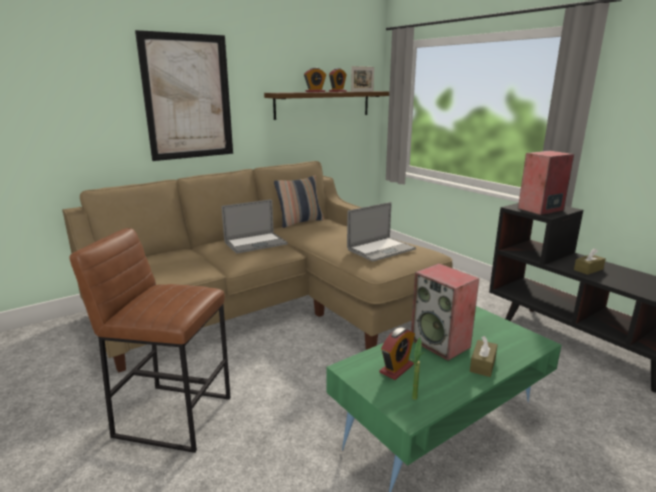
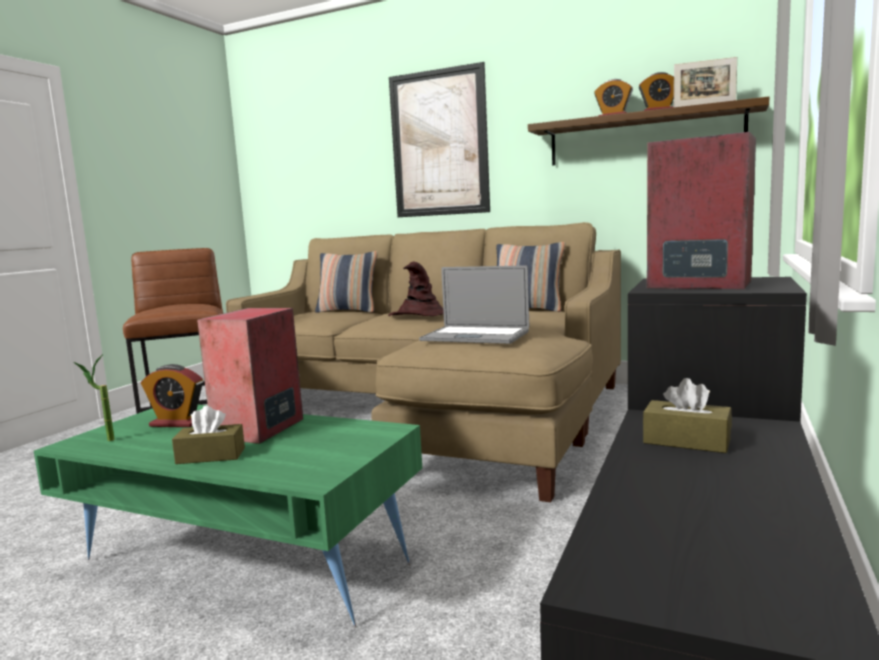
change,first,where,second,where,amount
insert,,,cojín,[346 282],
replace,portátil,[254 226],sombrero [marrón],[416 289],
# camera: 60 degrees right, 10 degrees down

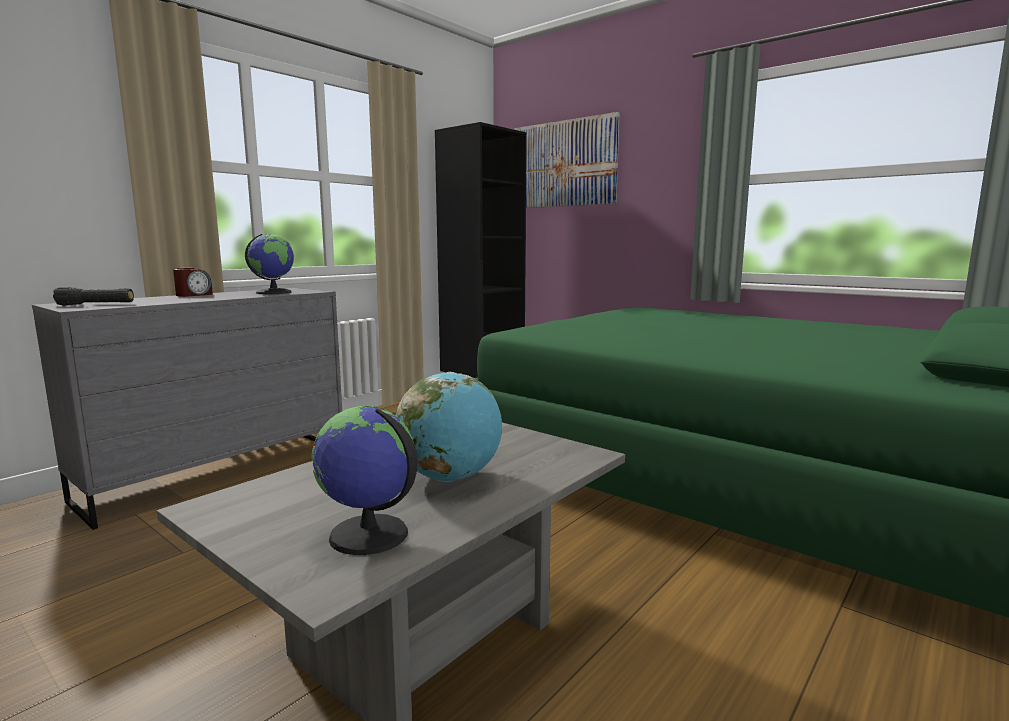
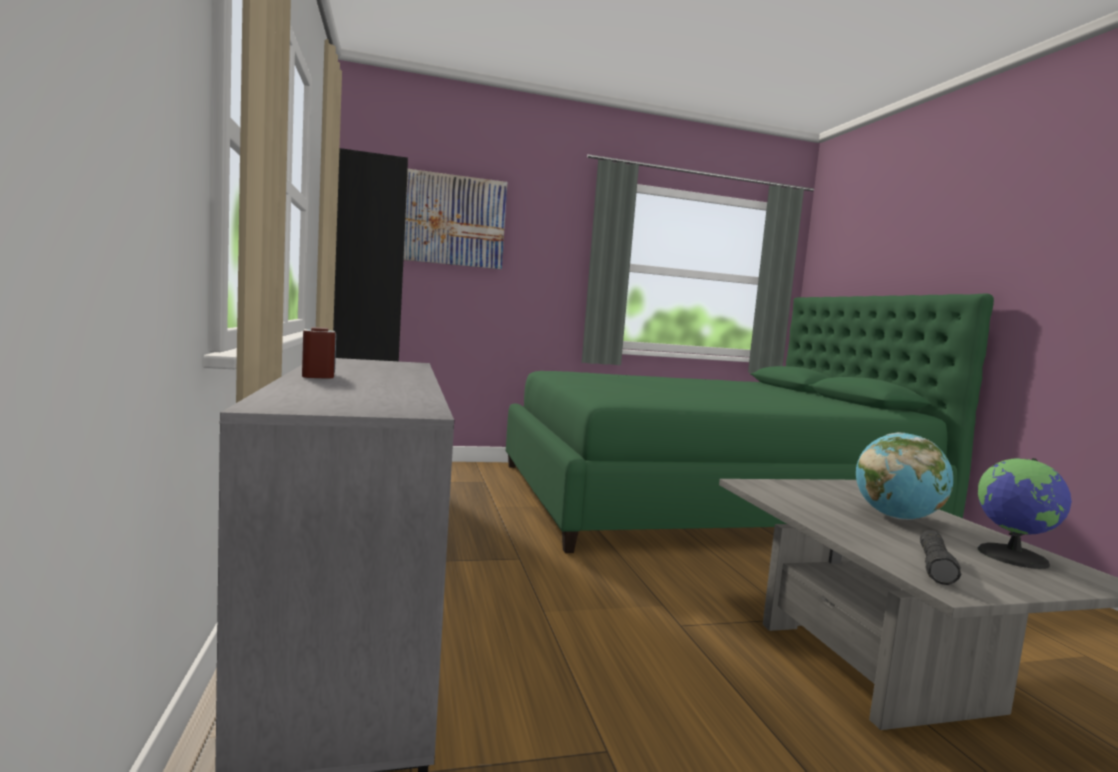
change,first,where,second,where,amount
move,linterna [negro],[93 296],,[940 557],
delete,globo terráqueo,[269 264],,,
# camera: 55 degrees left, 5 degrees down

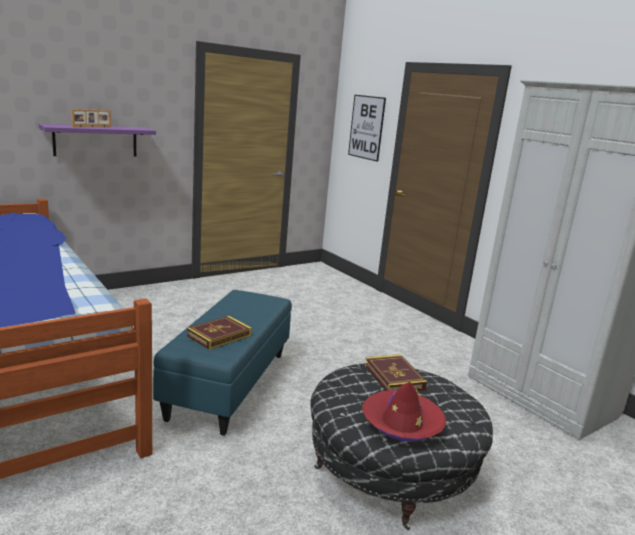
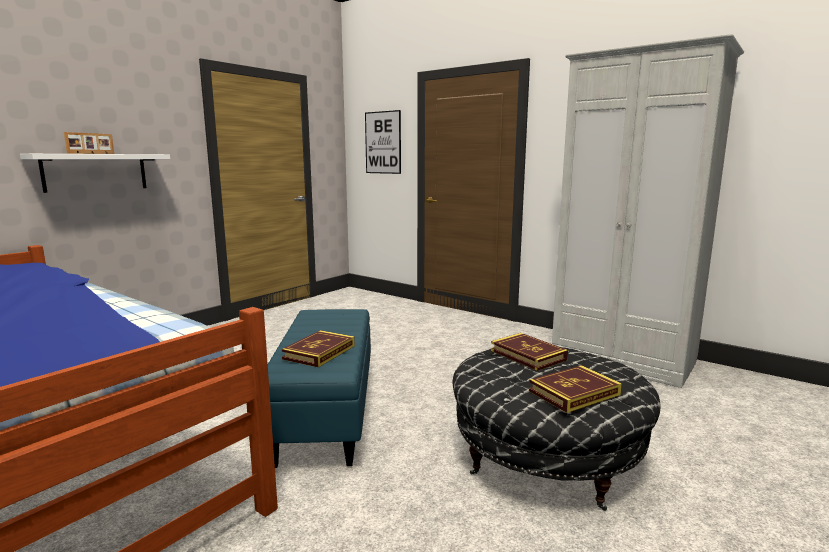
change,first,where,second,where,amount
recolor,estante [morado],[97 140],estante [blanco],[95 173],
replace,sombrero [rojo],[404 412],libro,[575 389],
# camera: 15 degrees left, 5 degrees down

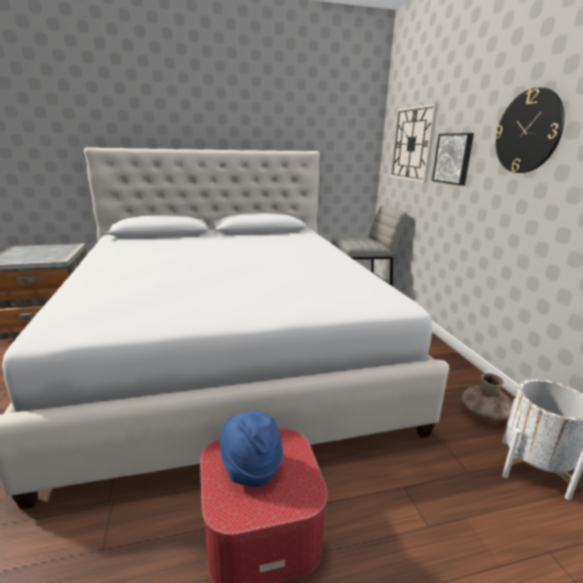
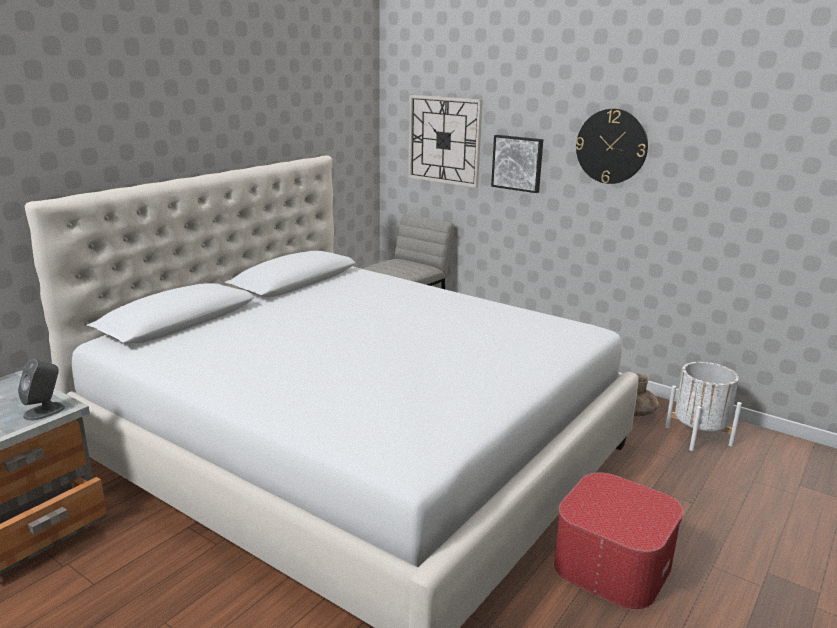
change,first,where,second,where,amount
insert,,,altavoz [gris],[41 390],
delete,sombrero [azul],[251 449],,,
# camera: 40 degrees left, 0 degrees up

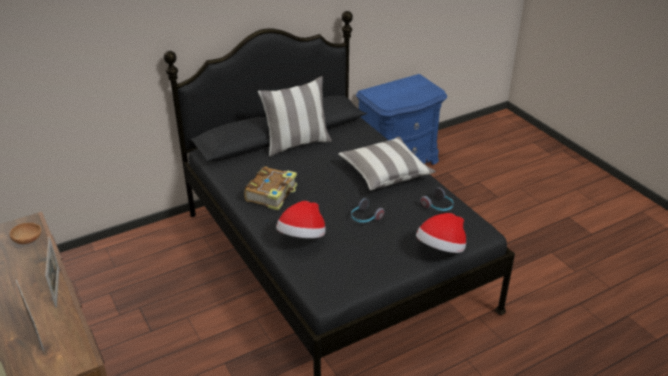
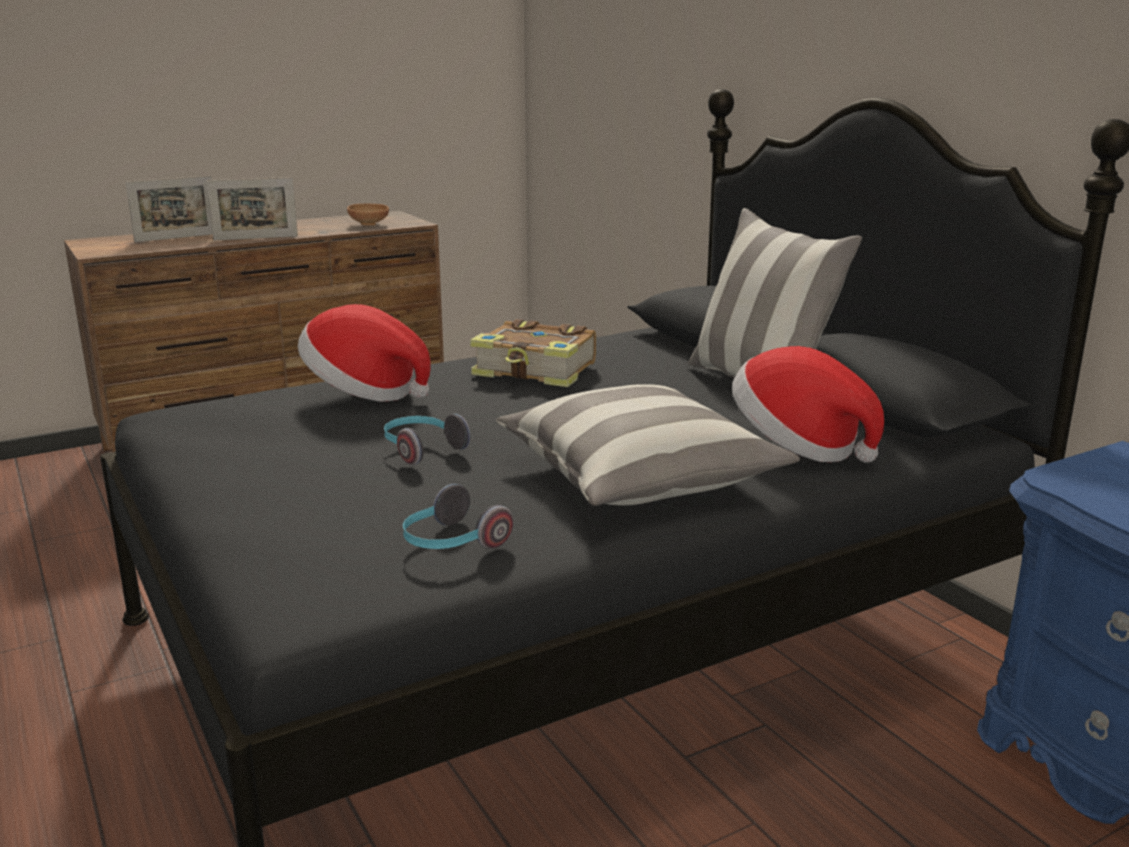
change,first,where,second,where,amount
move,sombrero,[441 233],,[808 404],
# camera: 90 degrees right, 15 degrees down

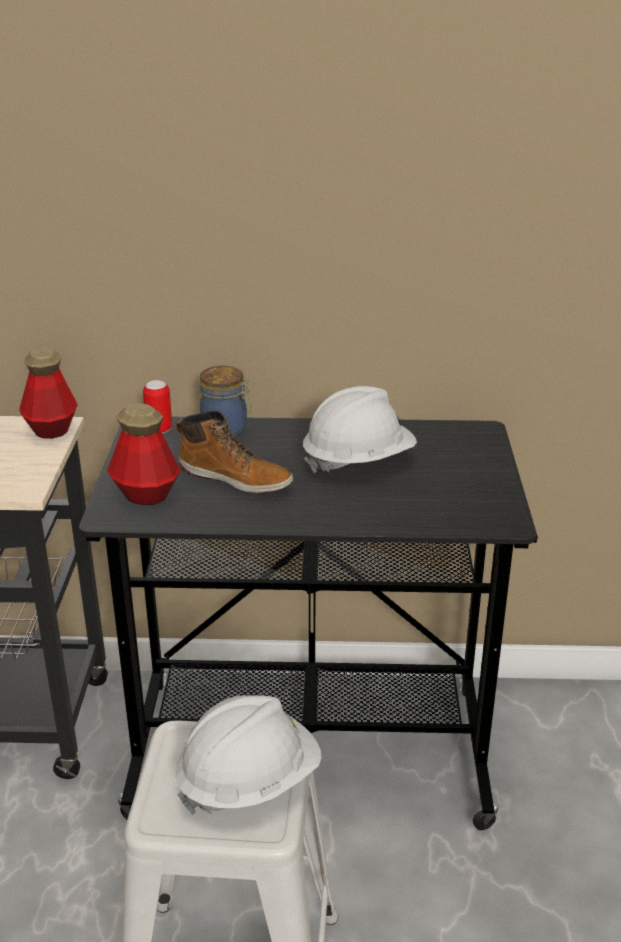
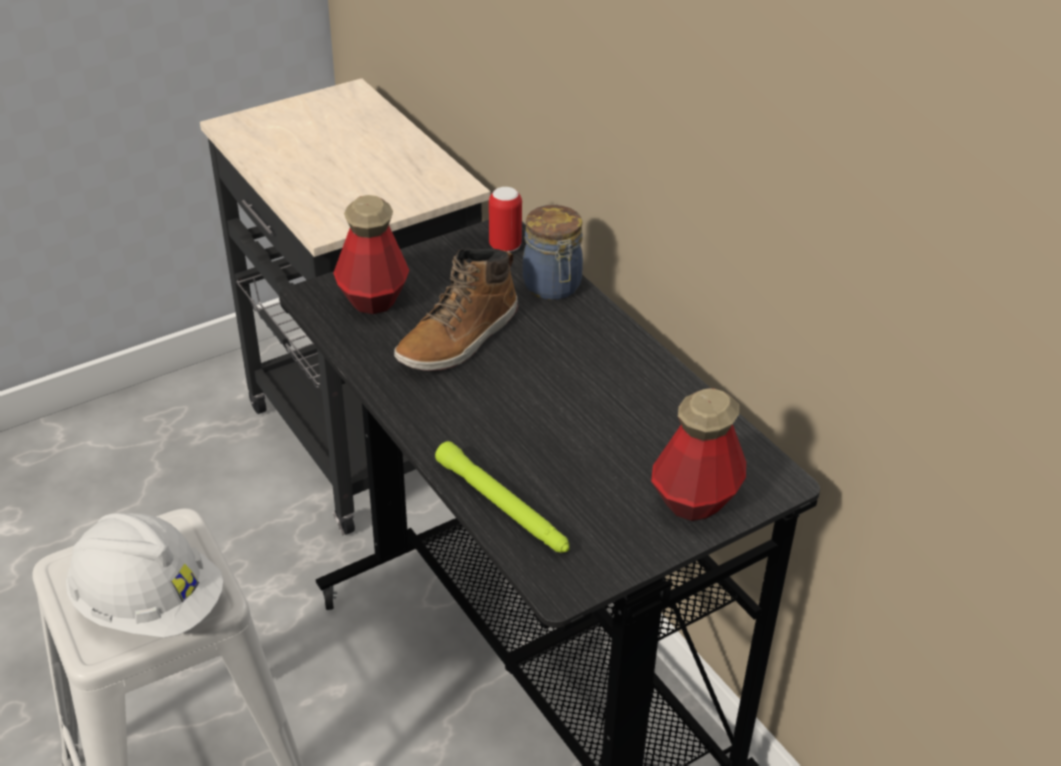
change,first,where,second,where,amount
rotate,bota,[234 452],,[456 310],45 degrees clockwise
insert,,,linterna [verde],[502 497],
move,botella,[48 393],,[698 454],
delete,casco [blanco],[360 430],,,
# camera: 55 degrees right, 10 degrees up

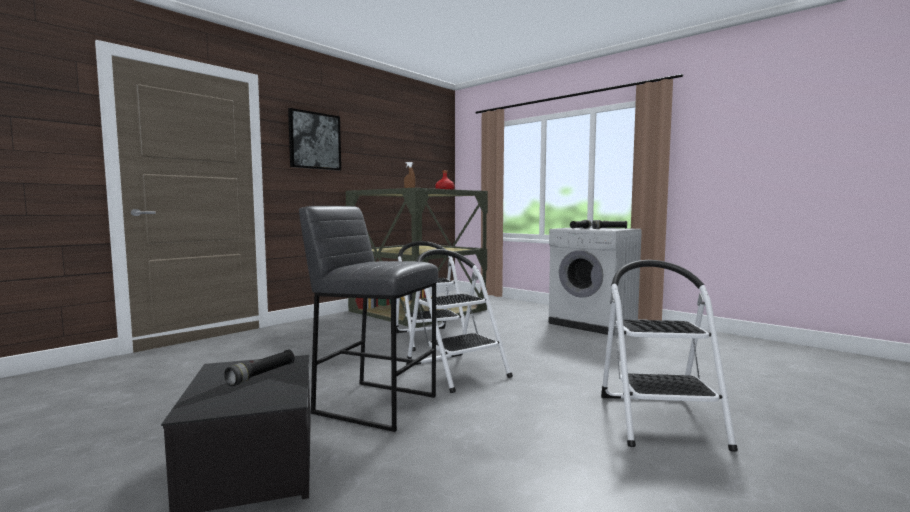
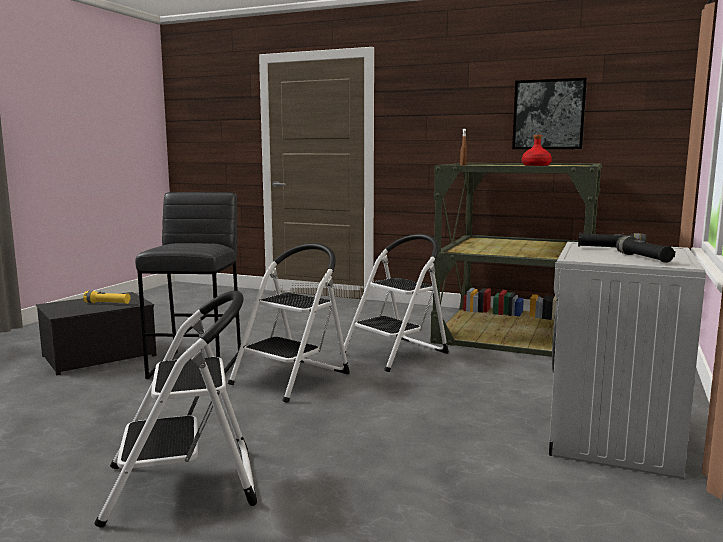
change,first,where,second,where,amount
recolor,linterna [negro],[259 367],linterna [amarillo],[107 297],
move,cuadro,[314 139],,[549 113],
# camera: 70 degrees right, 5 degrees up

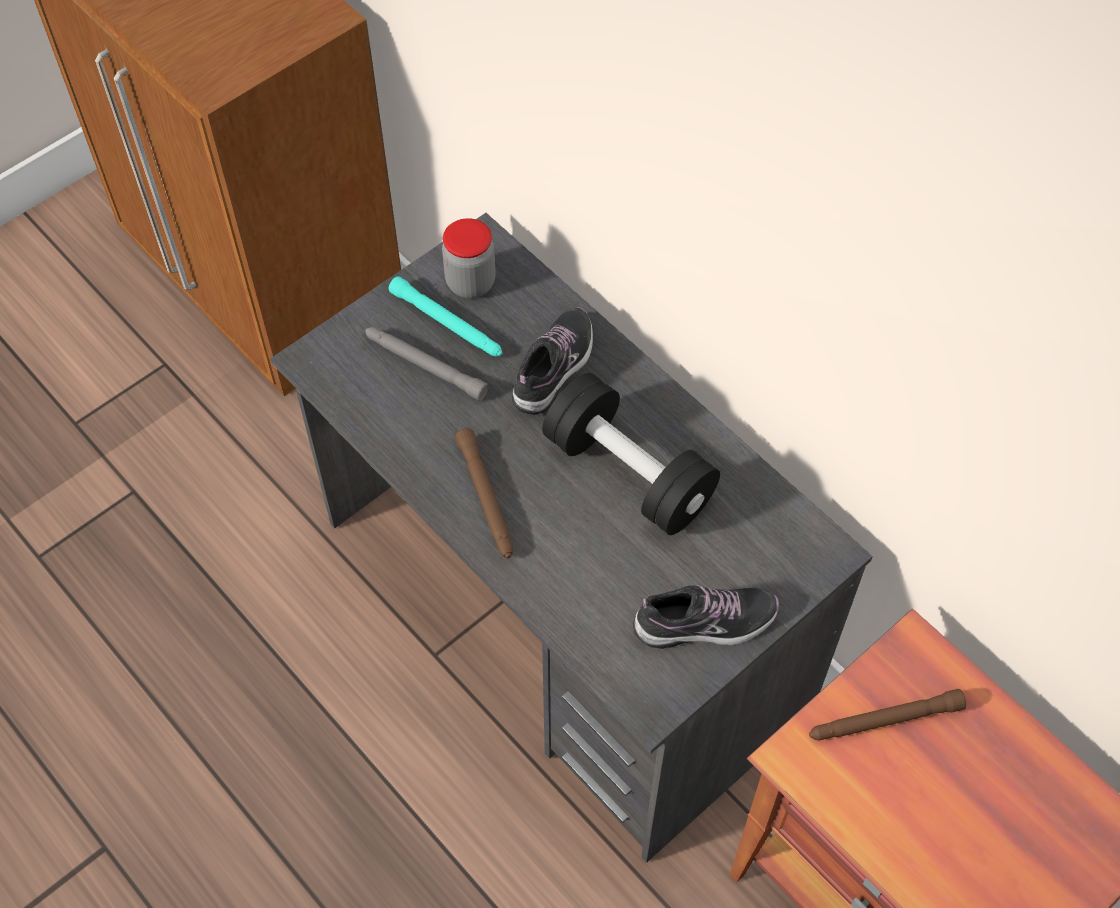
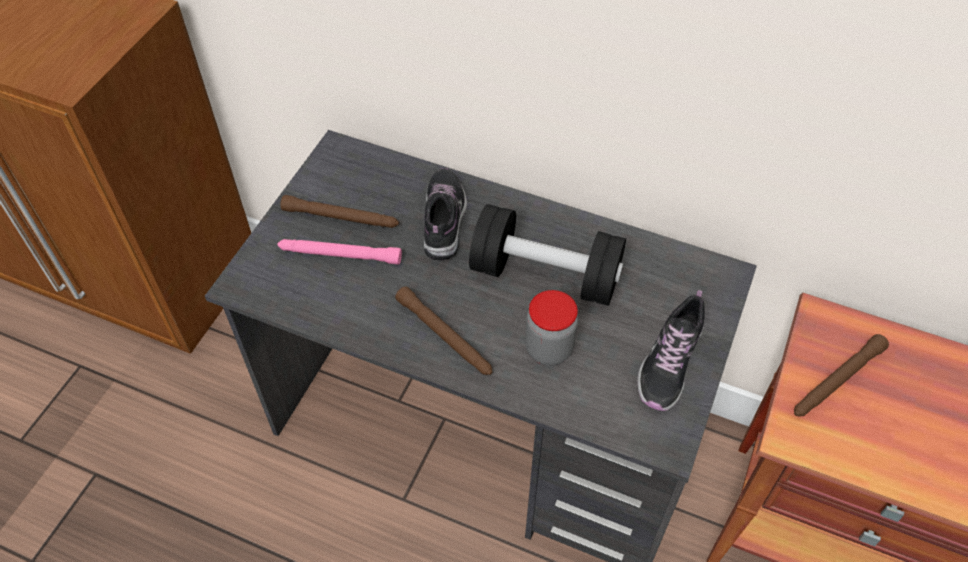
change,first,where,second,where,amount
recolor,linterna [gris],[427 363],linterna [rosa],[340 252],
recolor,linterna [turquesa],[445 316],linterna [marrón],[339 211],
move,tarro,[469 258],,[551 328],
rotate,zapato,[706 617],,[671 350],150 degrees clockwise
# camera: 25 degrees left, 5 degrees down

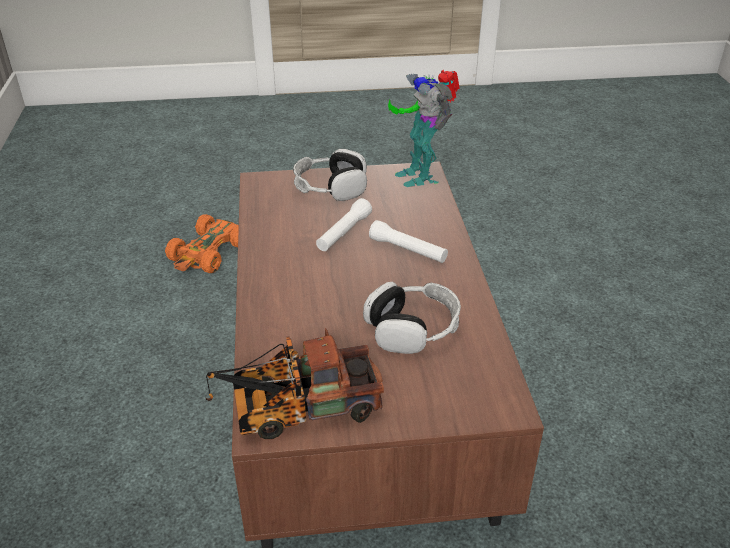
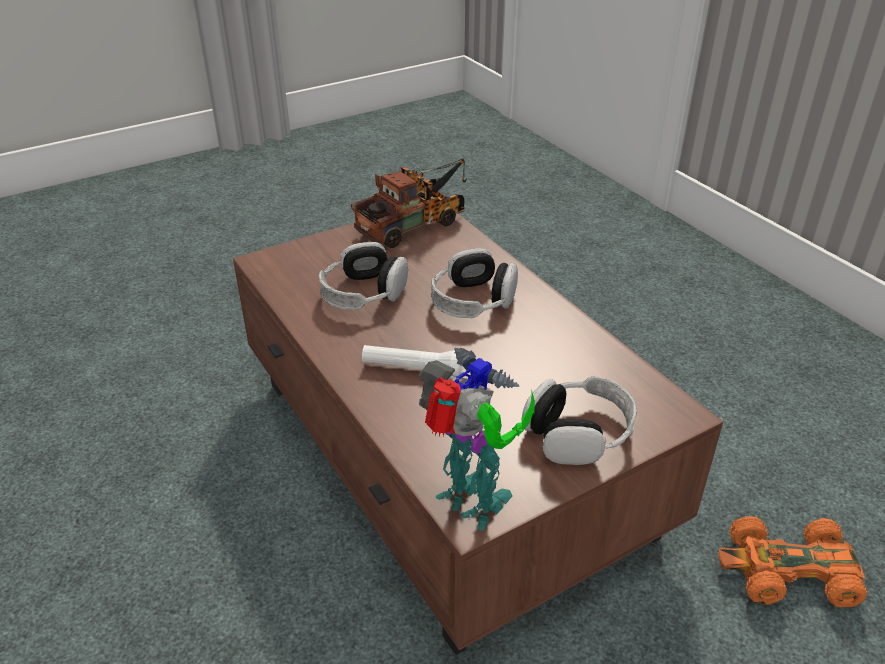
change,first,where,second,where,amount
insert,,,auriculares,[474 283],
rotate,coche de juguete [naranja],[202 243],,[792 561],90 degrees counterclockwise
delete,linterna [blanco],[344 224],,,
# camera: 155 degrees right, 0 degrees up

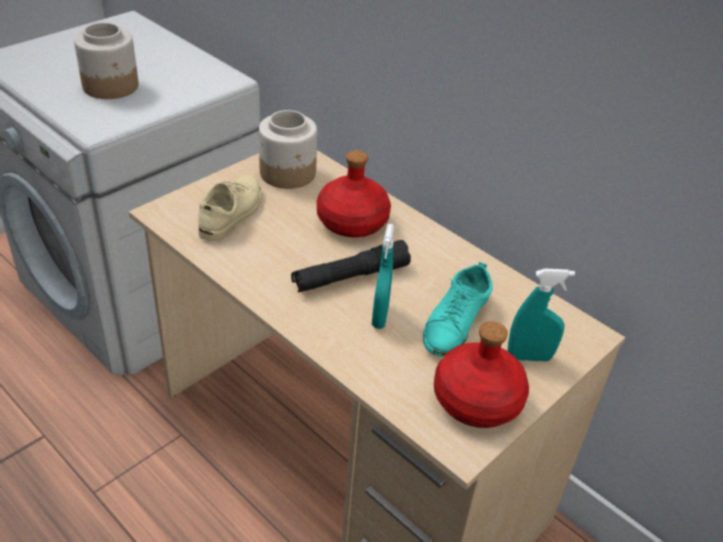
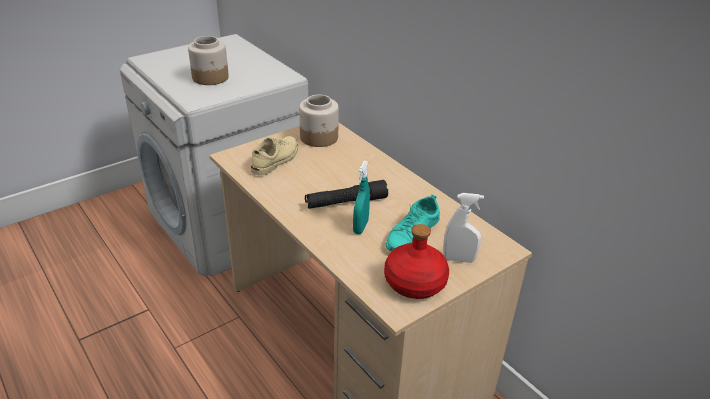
change,first,where,second,where,amount
recolor,pulverizador [turquesa],[541 315],pulverizador [blanco],[463 228],
delete,botella [rojo],[354 193],,,
# camera: 10 degrees right, 5 degrees down

